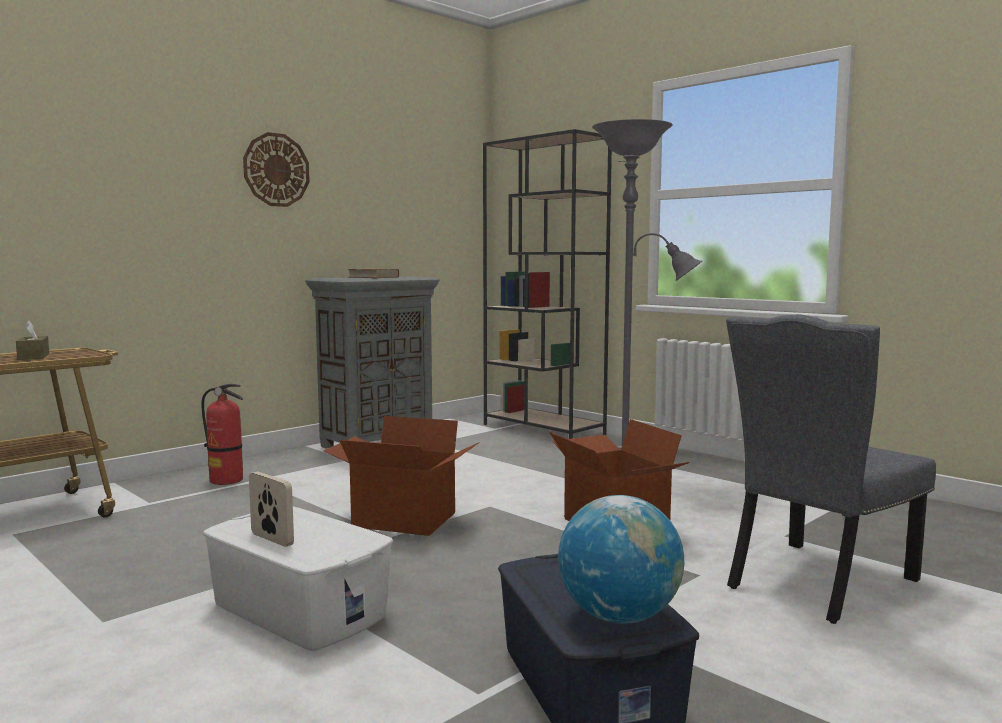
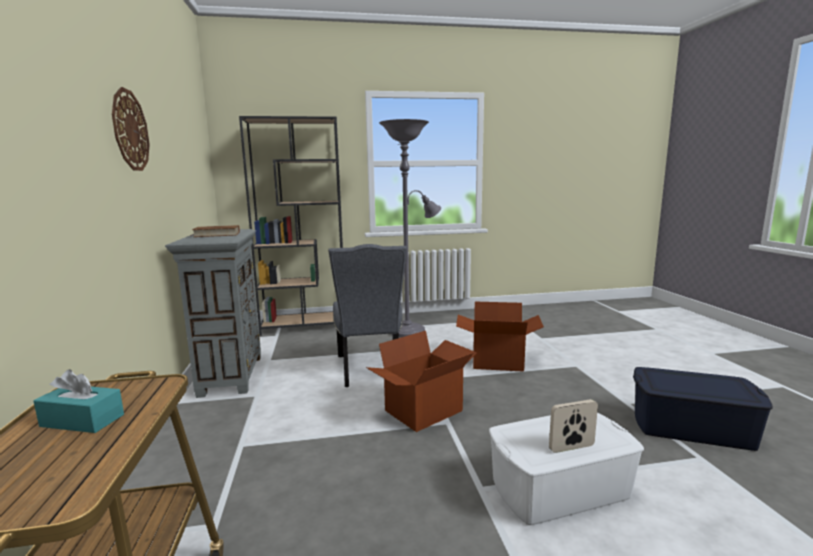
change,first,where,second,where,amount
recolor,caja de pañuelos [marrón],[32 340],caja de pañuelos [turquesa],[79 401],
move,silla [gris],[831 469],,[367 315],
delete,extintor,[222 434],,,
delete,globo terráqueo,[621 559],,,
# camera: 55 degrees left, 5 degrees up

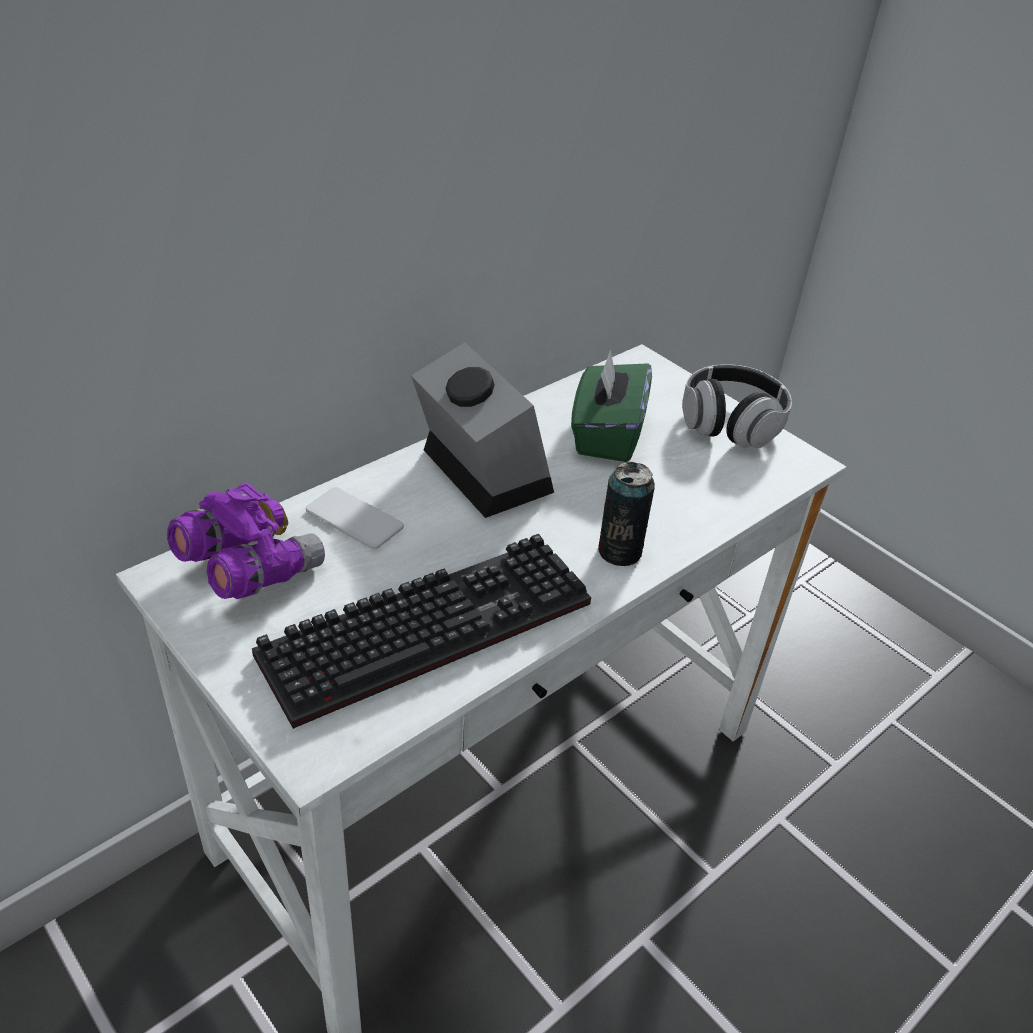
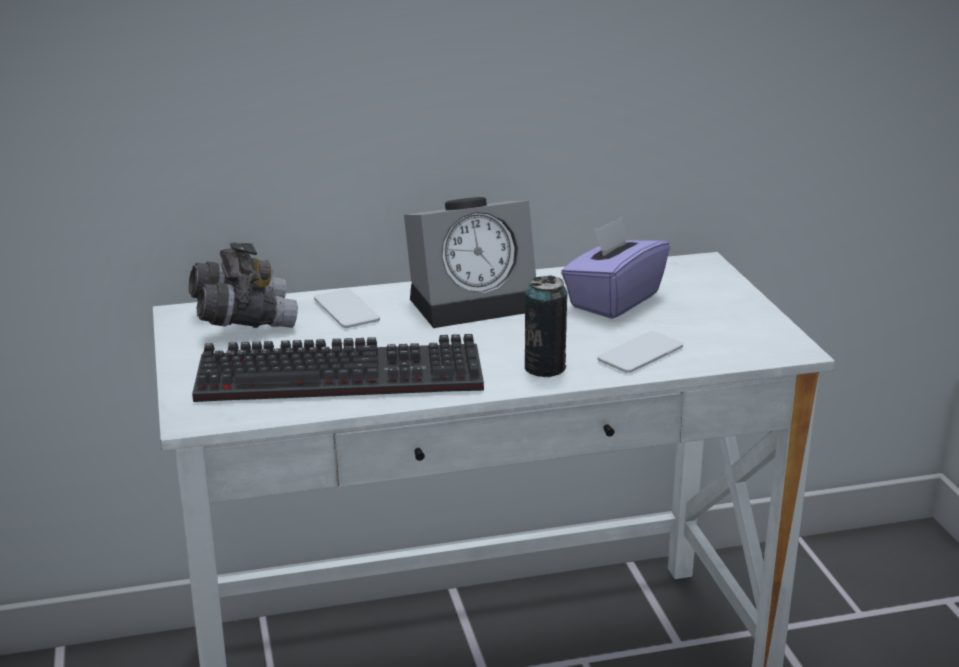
change,first,where,second,where,amount
recolor,prismáticos [morado],[246 540],prismáticos [gris],[243 285],
rotate,despertador,[482 430],,[470 262],75 degrees clockwise
recolor,caja de pañuelos [verde],[611 406],caja de pañuelos [morado],[615 268],
insert,,,móvil,[640 352],
delete,auriculares,[737 406],,,
# camera: 30 degrees right, 15 degrees down

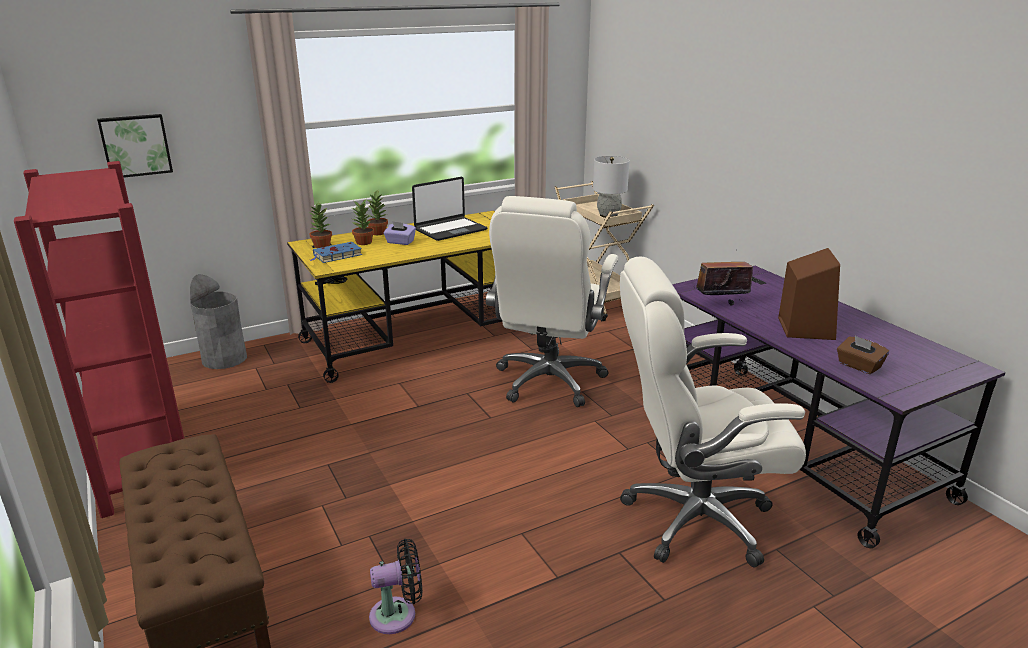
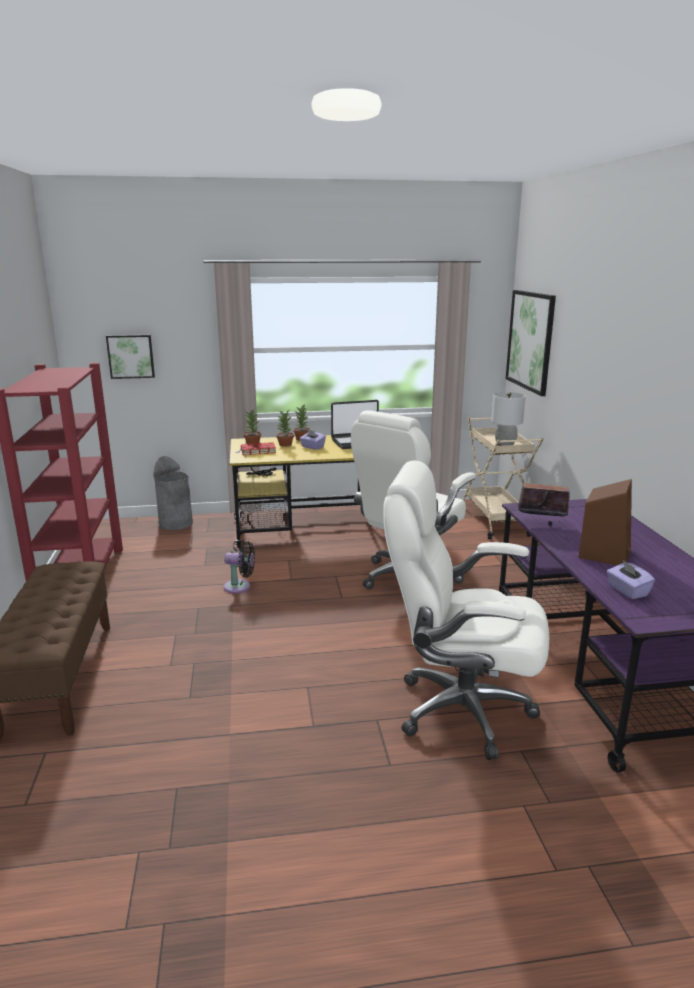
change,first,where,second,where,amount
move,ventilador [negro],[395 586],,[239 567],
recolor,libro [azul],[336 252],libro [rojo],[256 448],
insert,,,cuadro,[531 343],
recolor,caja de pañuelos [marrón],[863 355],caja de pañuelos [morado],[631 579],
# camera: 20 degrees right, 5 degrees down

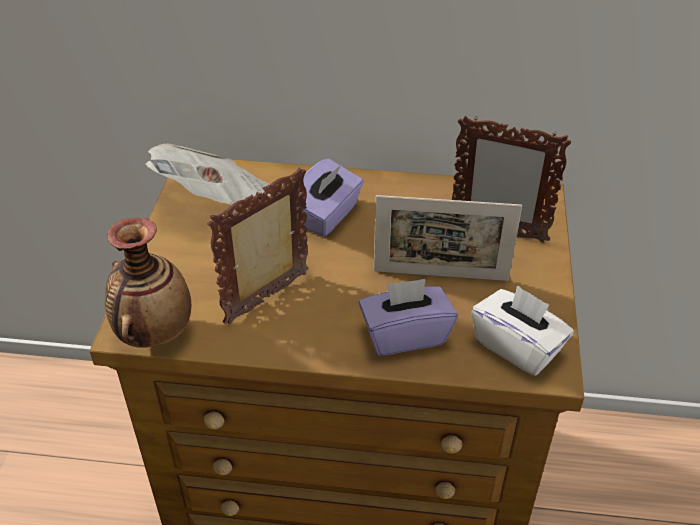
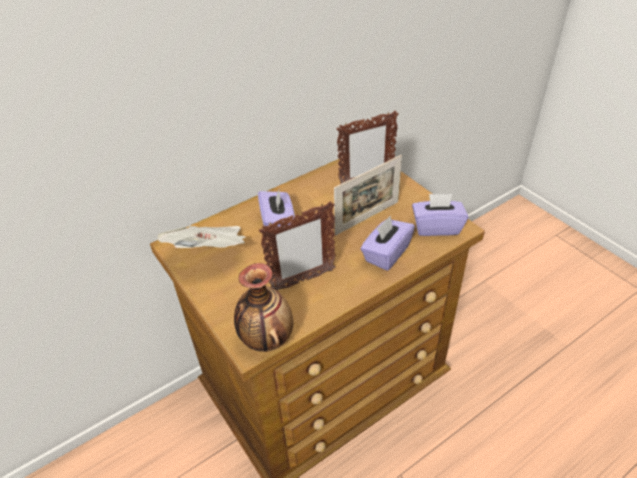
change,first,where,second,where,amount
rotate,portarretratos,[257 246],,[297 245],120 degrees counterclockwise
recolor,caja de pañuelos [blanco],[523 330],caja de pañuelos [morado],[440 215],
# camera: 40 degrees left, 0 degrees up

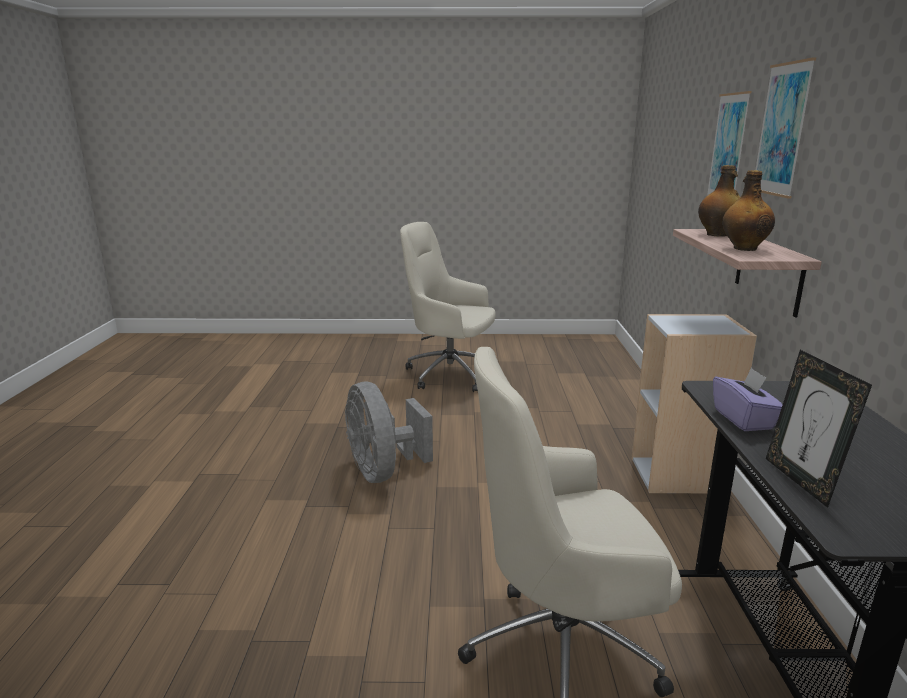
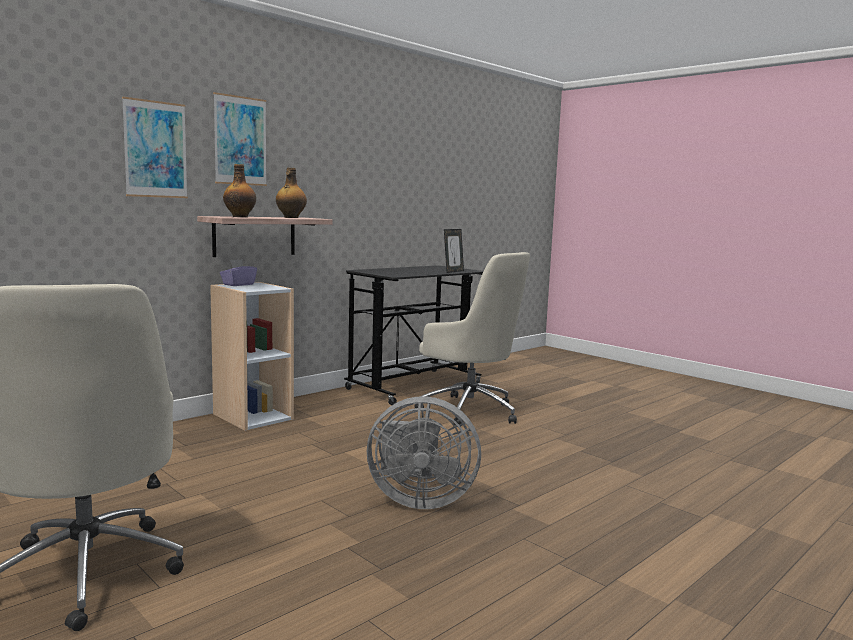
change,first,where,second,where,amount
move,caja de pañuelos [morado],[748 399],,[238 272],
rotate,ventilador [gris],[389 432],,[424 452],75 degrees clockwise
# camera: 135 degrees left, 10 degrees down

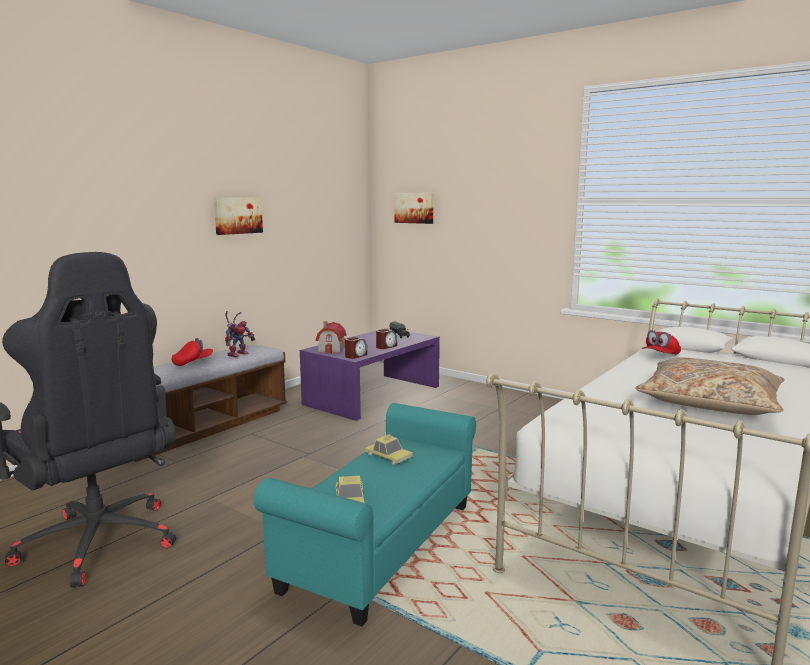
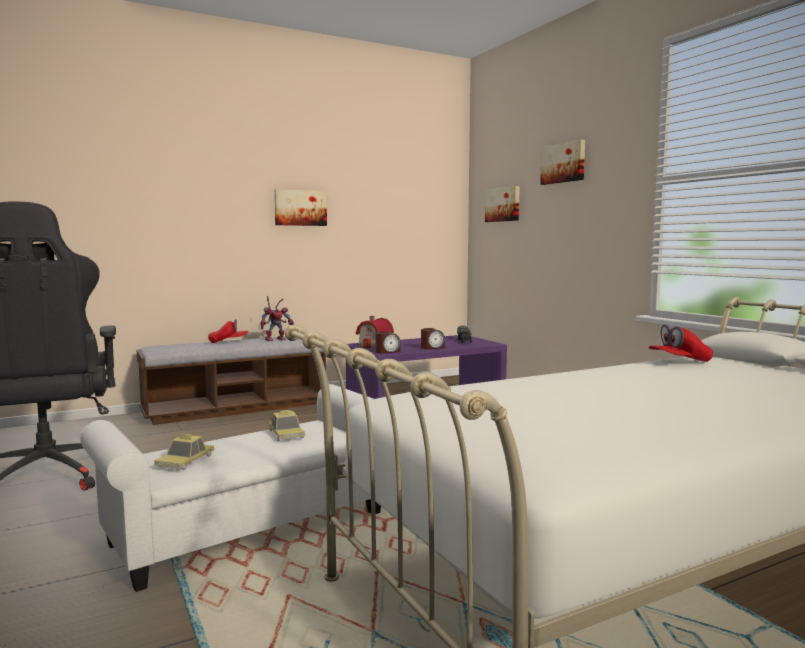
change,first,where,second,where,amount
recolor,puf [turquesa],[364 514],puf [blanco],[230 488],
insert,,,cuadro,[562 162],
delete,cojín [beis],[710 386],,,
# camera: 25 degrees right, 5 degrees down

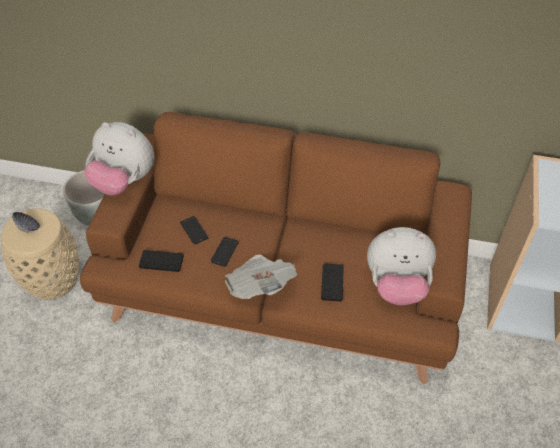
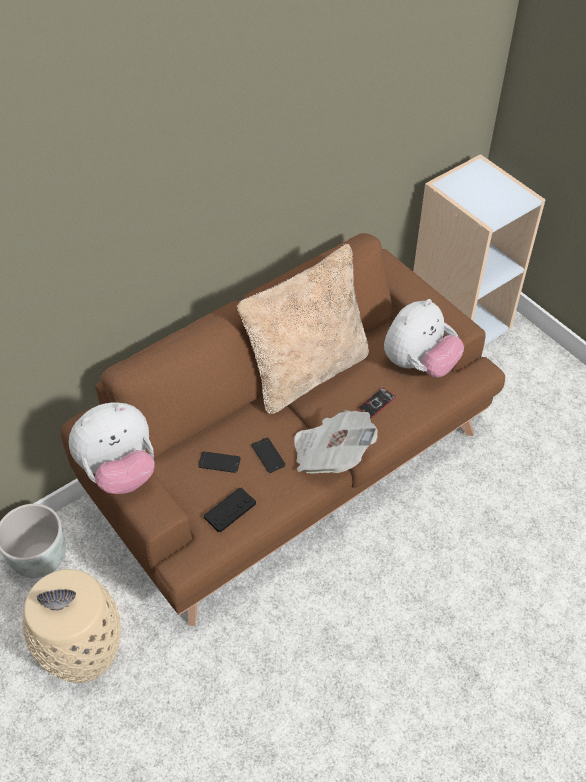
change,first,where,second,where,amount
insert,,,cojín [beis],[303 328],
replace,mando de consola [negro],[332 282],móvil,[377 403],
# camera: 50 degrees left, 0 degrees up

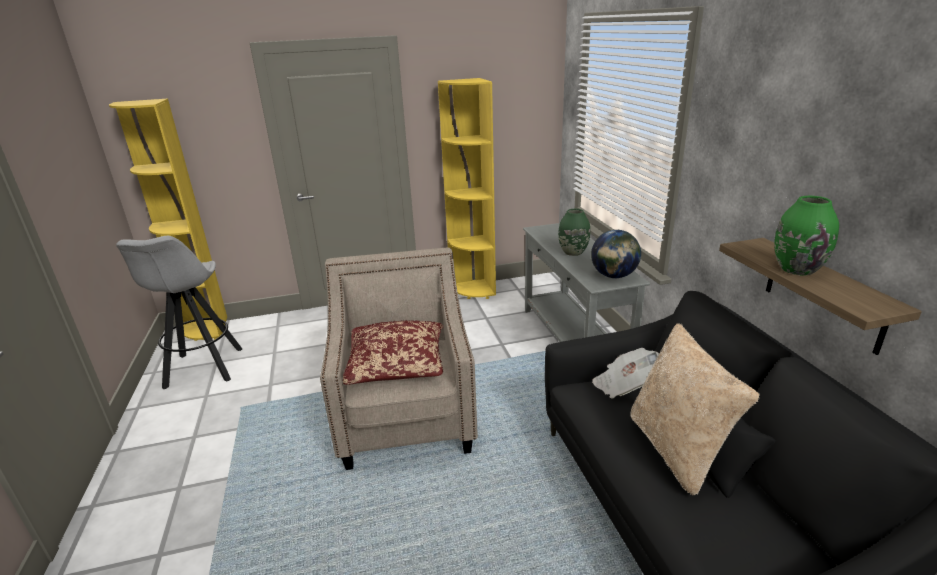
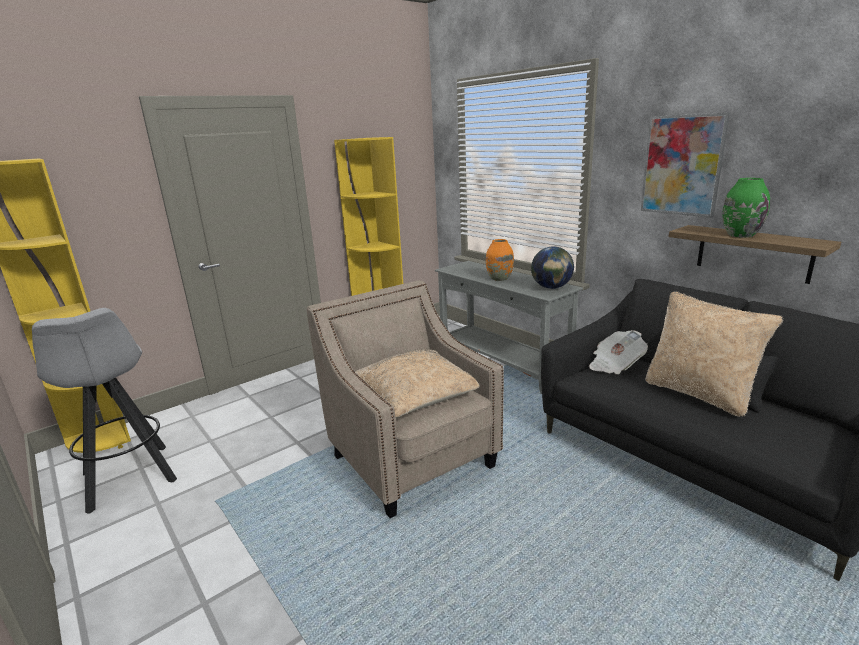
change,first,where,second,where,amount
recolor,cojín [rojo],[393 352],cojín [beis],[417 383],
recolor,florero [verde],[574 232],florero [naranja],[500 260],
insert,,,cuadro,[685 165],
# camera: 25 degrees left, 5 degrees down

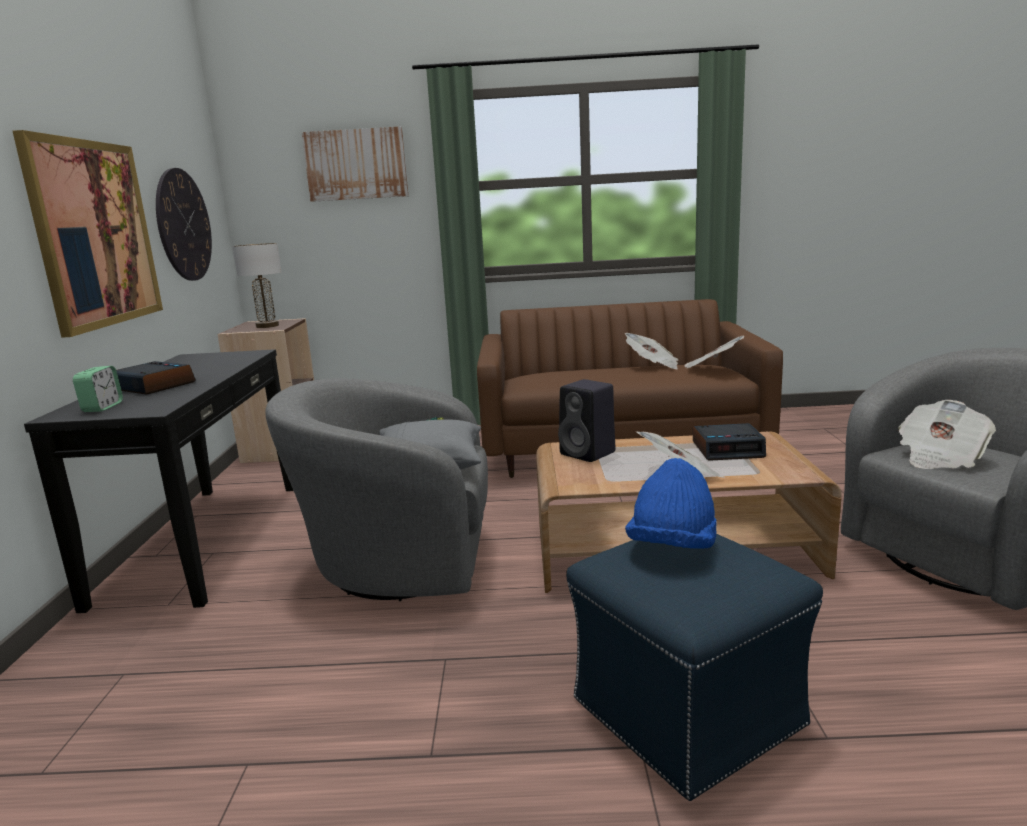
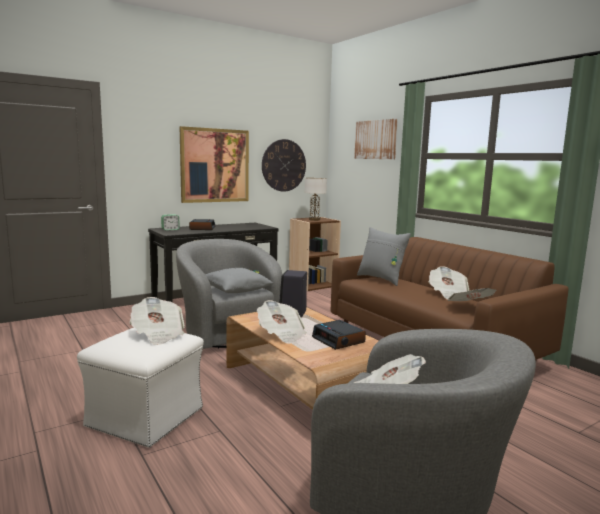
change,first,where,second,where,amount
recolor,puf [azul],[694 667],puf [blanco],[140 388],
replace,sombrero [azul],[671 503],periódico,[157 321],
insert,,,cojín [gris],[384 256],
# camera: 55 degrees right, 5 degrees down

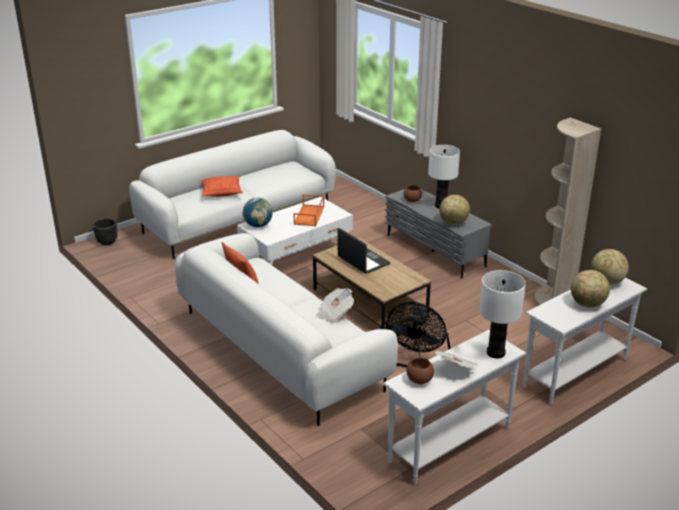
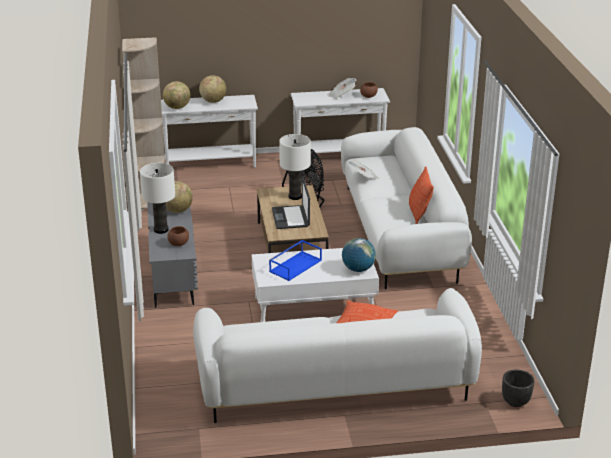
change,first,where,second,where,amount
recolor,bandeja [naranja],[309 210],bandeja [azul],[295 260],
move,lámpara de mesa [blanco],[502 314],,[295 167],
# camera: 150 degrees left, 0 degrees up

